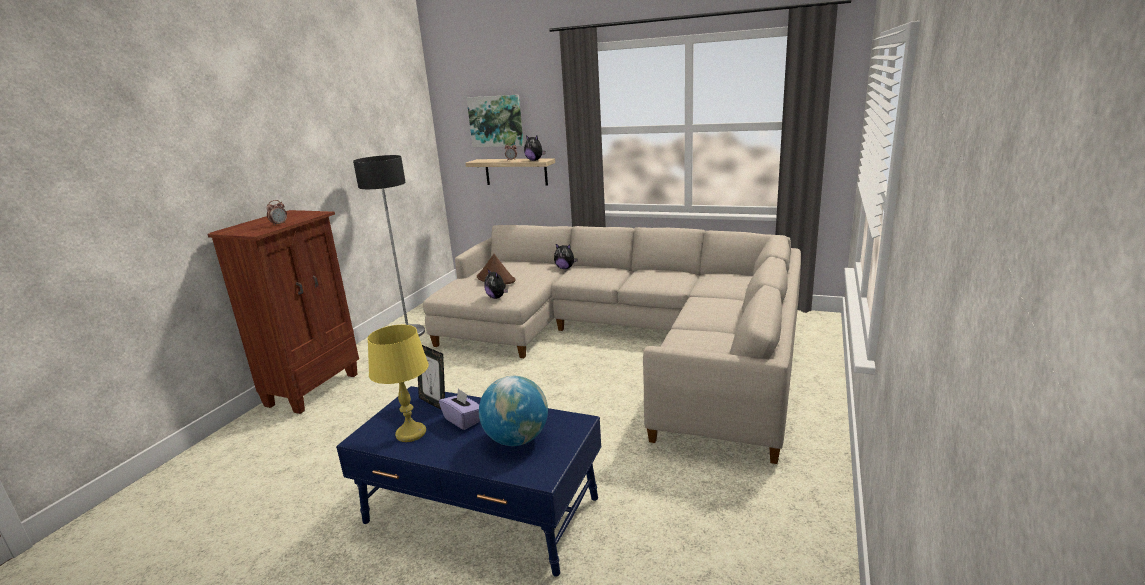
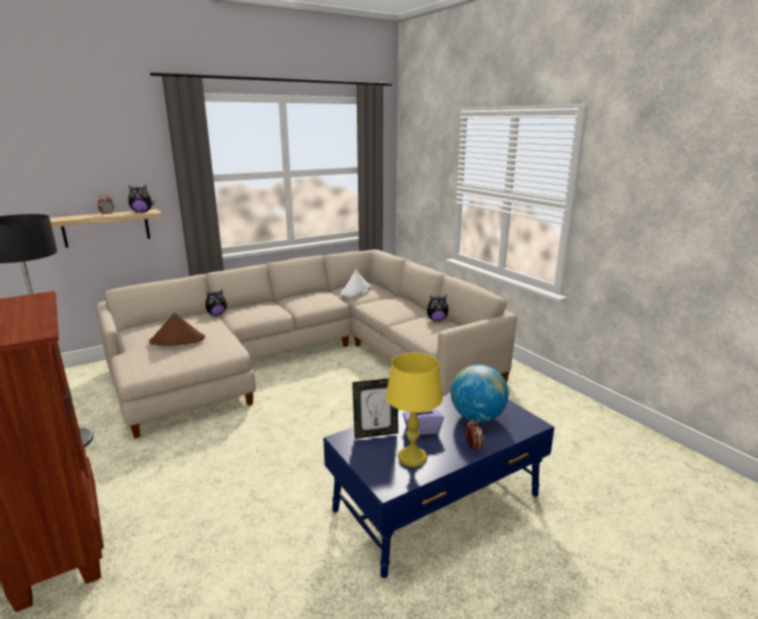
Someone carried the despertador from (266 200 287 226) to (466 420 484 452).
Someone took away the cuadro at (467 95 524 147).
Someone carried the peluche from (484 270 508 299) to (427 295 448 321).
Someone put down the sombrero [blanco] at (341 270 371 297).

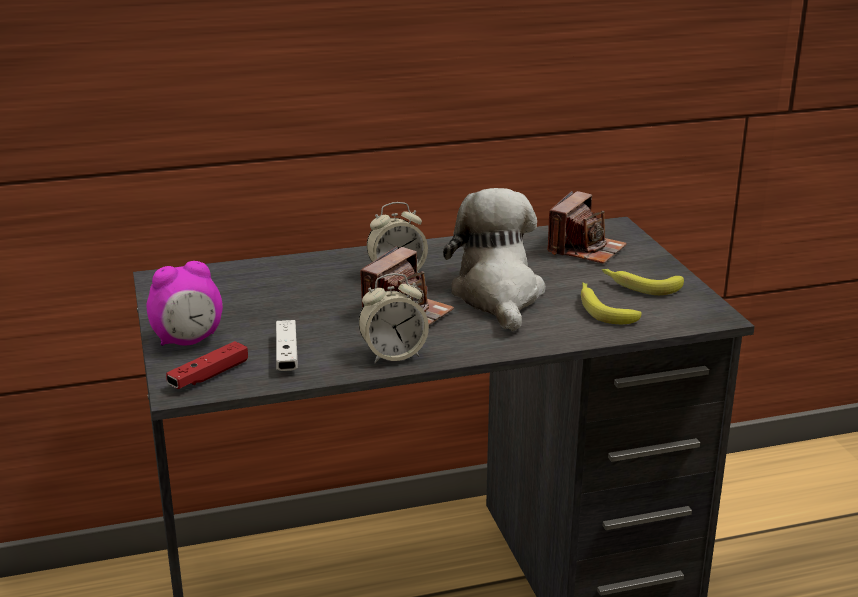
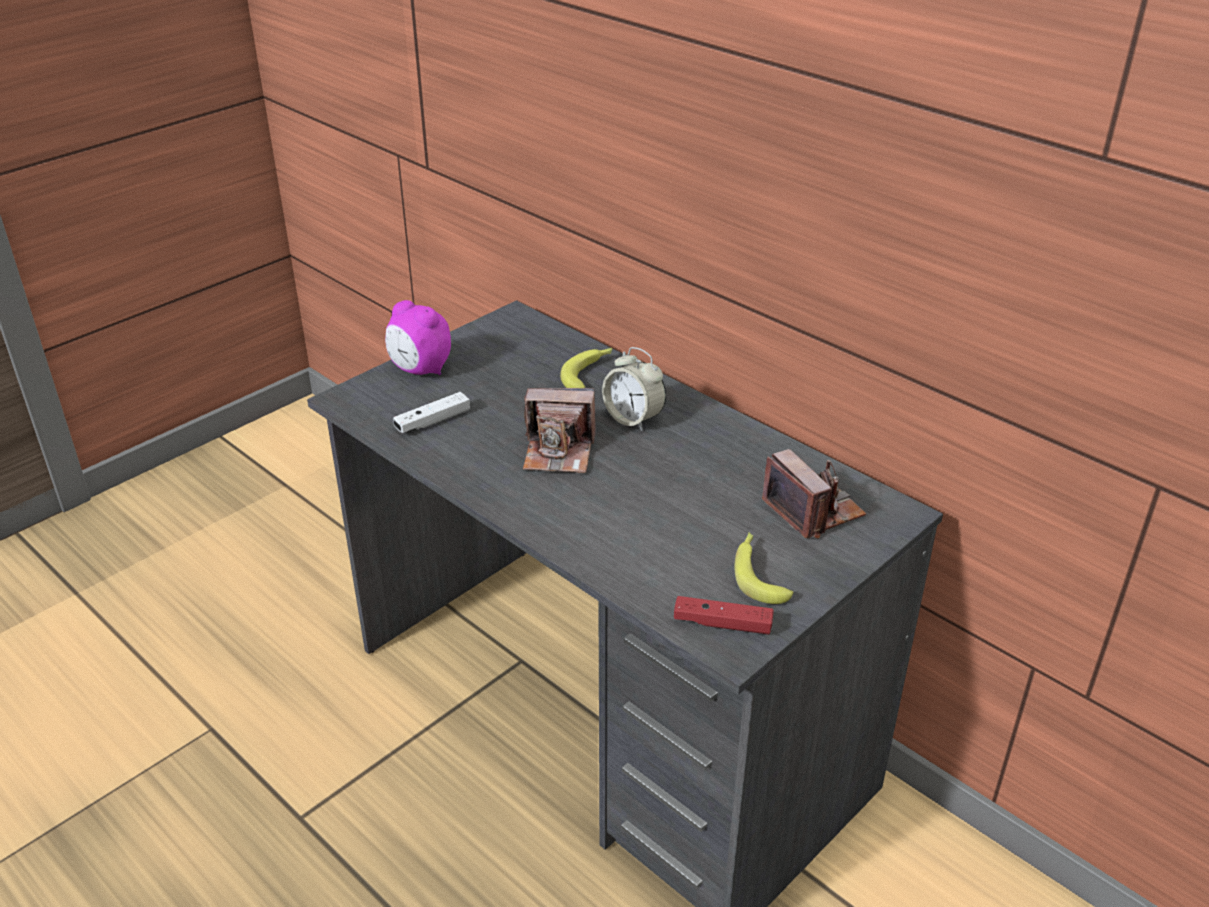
Someone carried the mando de consola [rojo] from (166 341 248 389) to (674 596 774 634).
Someone took away the despertador at (359 273 429 363).
Someone took away the peluche at (443 188 546 332).
Someone rotated the cámara at (547 191 627 264) by 120 degrees counterclockwise.
Someone carried the plátano from (581 282 642 324) to (560 348 612 388).

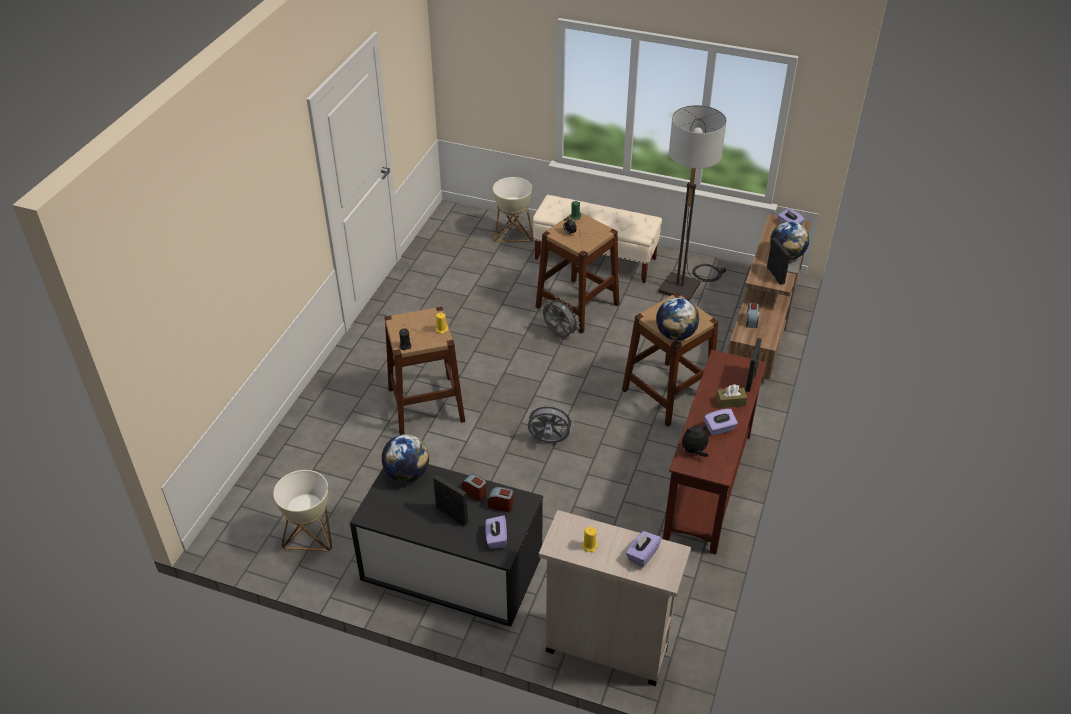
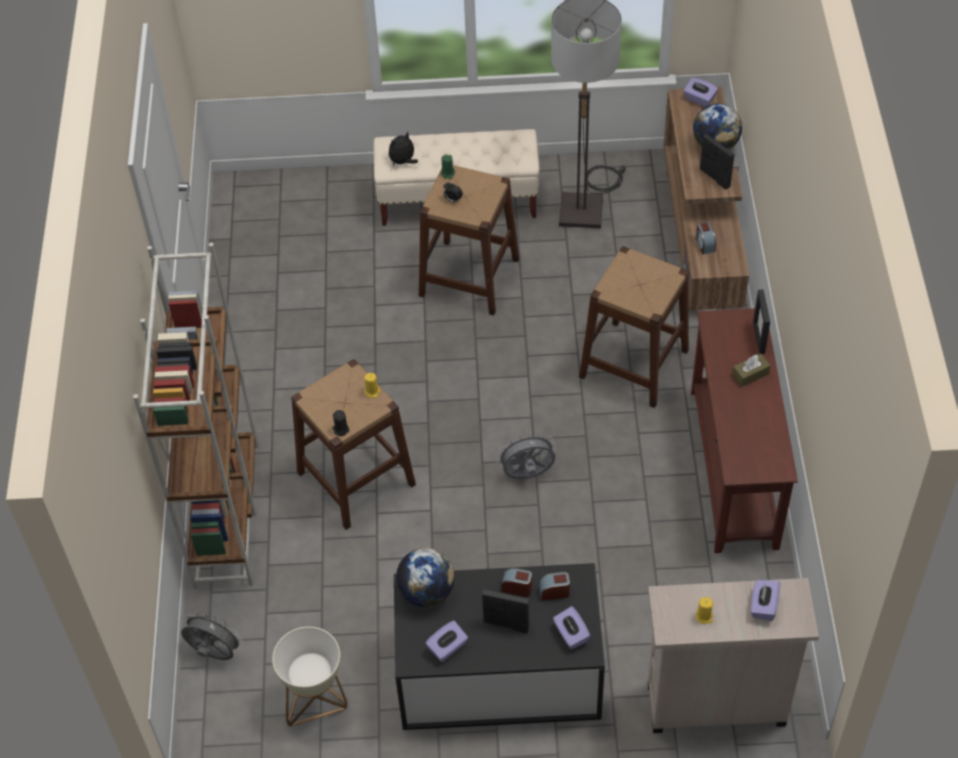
Someone took away the maceta at (493 177 533 242).
Someone carried the ventilador [gris] from (543 297 580 338) to (181 612 244 660).
Someone took away the globo terráqueo at (656 298 699 340).
Someone carried the peluche from (682 424 709 457) to (389 132 418 165).
Someone carried the caja de pañuelos [morado] from (704 409 738 436) to (425 620 468 662).
Someone put down the estantería [marrón] at (133 243 259 589).

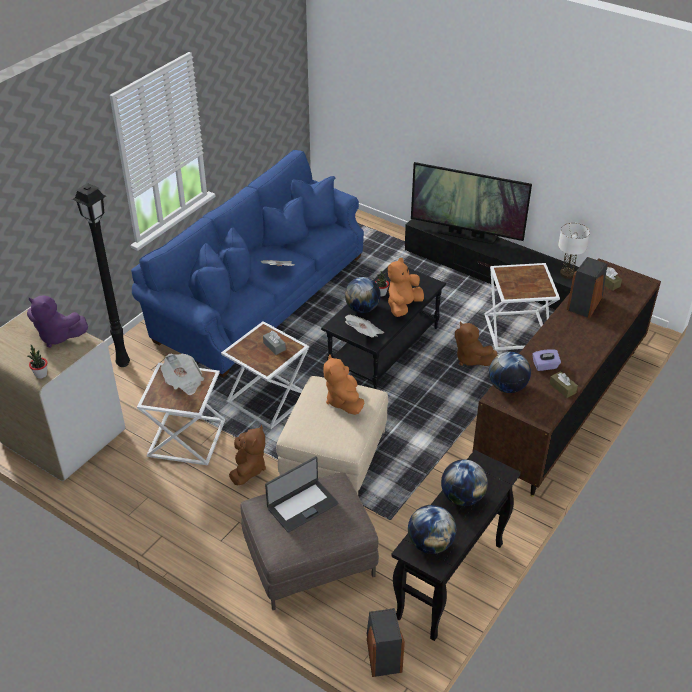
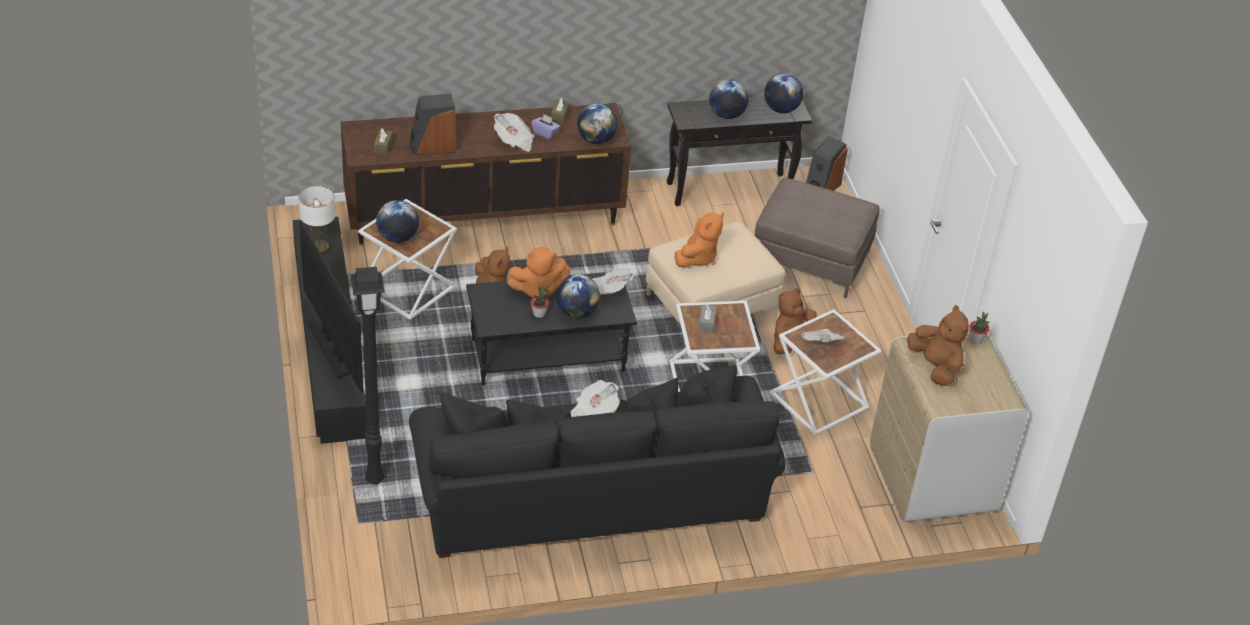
Someone repainted the peluche [morado] at (27 295 88 348), which became the peluche [marrón] at (907 305 969 386).
Someone carried the lámpara de pie [negro] from (72 183 130 367) to (351 267 385 484).
Someone repainted the sofá [azul] at (131 150 364 377), which became the sofá [negro] at (409 365 786 558).
Someone took away the portátil at (265 456 338 533).
Someone put down the globo terráqueo at (376 200 419 243).
Someone put down the periódico at (494 113 534 152).

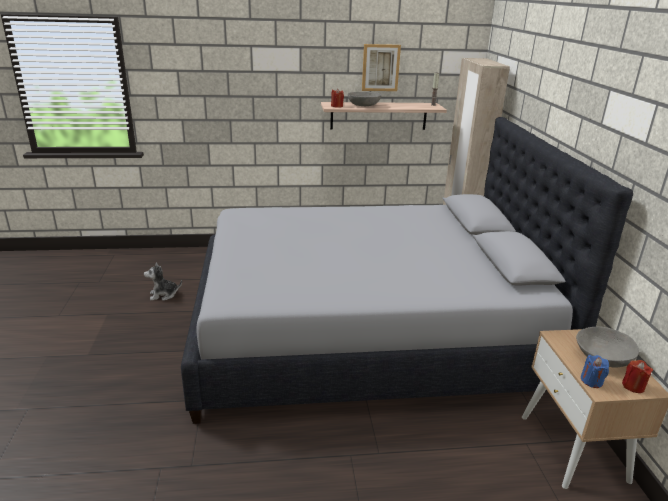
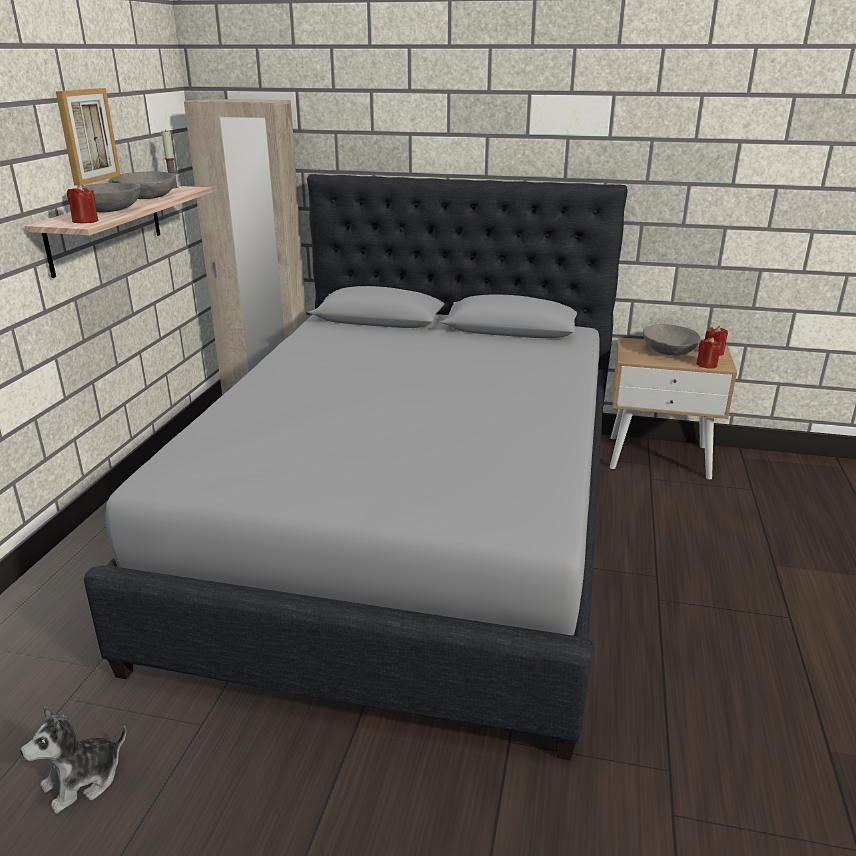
Someone rotated the peluche at (144 262 182 301) by 45 degrees clockwise.
Someone repainted the vela [azul] at (581 355 609 388), which became the vela [rojo] at (696 337 722 369).
Someone put down the cuenco [gris] at (111 171 176 199).

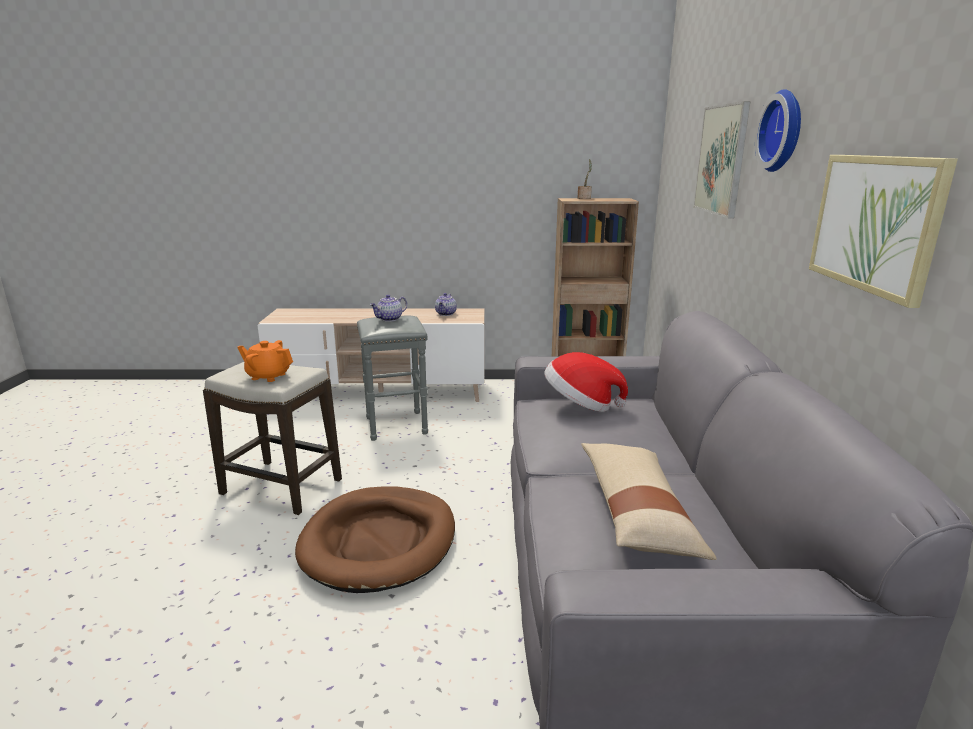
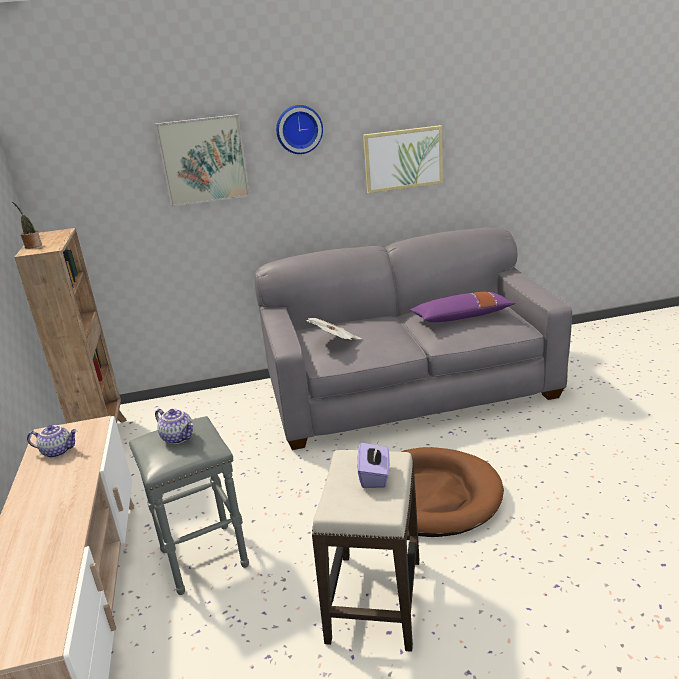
Someone swapped the tetera [naranja] at (237 340 293 382) for the caja de pañuelos [morado] at (357 440 390 488).
Someone swapped the sombrero at (544 352 628 412) for the periódico at (306 318 362 340).
Someone repainted the cojín [beis] at (581 443 717 560), which became the cojín [morado] at (410 292 515 322).

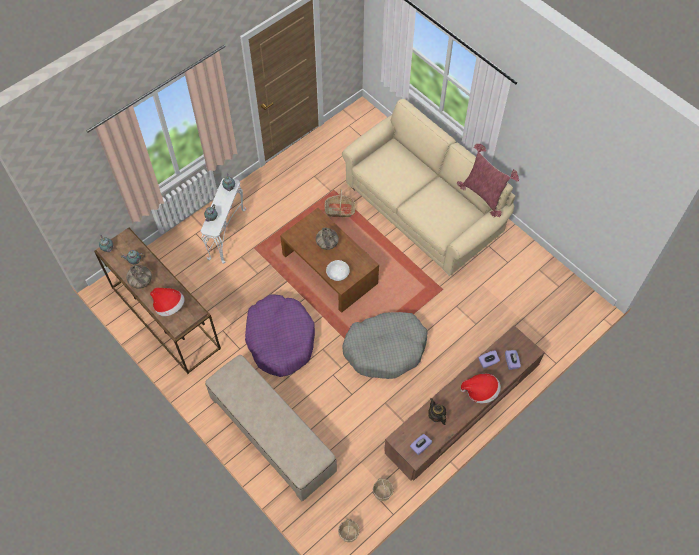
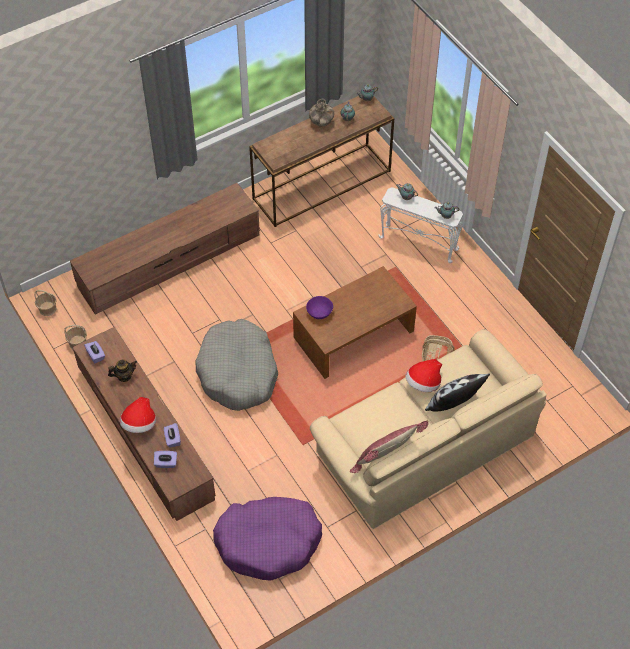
Someone carried the sombrero from (150 288 185 316) to (405 359 442 392).
Someone swapped the banco [beis] at (205 355 337 501) for the mueble de televisión [marrón] at (70 183 260 314).
Someone carried the cama para perro [morado] from (245 294 315 377) to (213 497 322 581).
Someone took away the florero at (316 228 339 250).
Someone repainted the cuenco [blanco] at (326 260 350 281), which became the cuenco [morado] at (306 296 333 319).
Someone put down the cojín at (425 374 490 412).

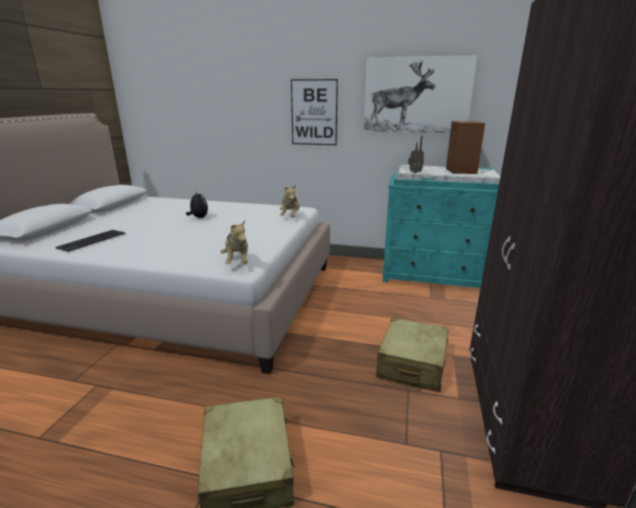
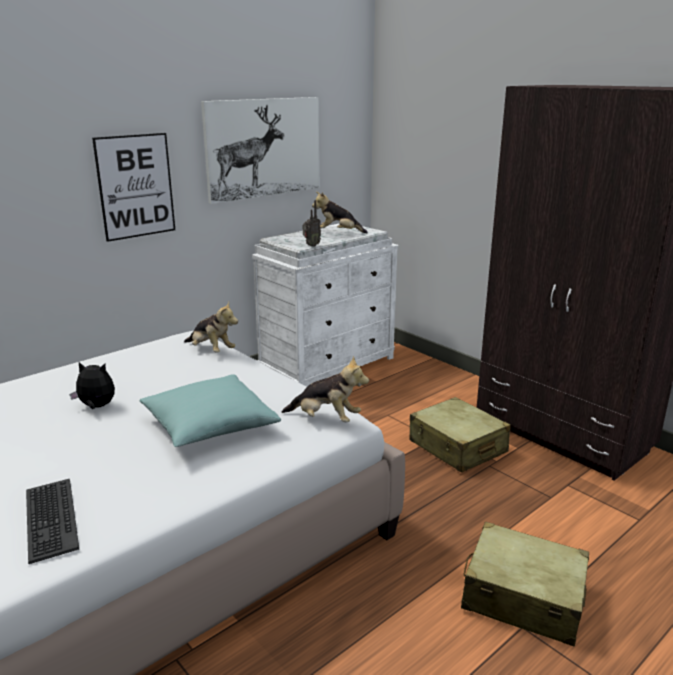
Someone repainted the cómoda [turquesa] at (382 164 501 288), which became the cómoda [blanco] at (252 224 398 387).
Someone swapped the altavoz [marrón] at (446 121 485 174) for the peluche at (312 192 368 234).
Someone put down the cojín [turquesa] at (140 374 281 447).

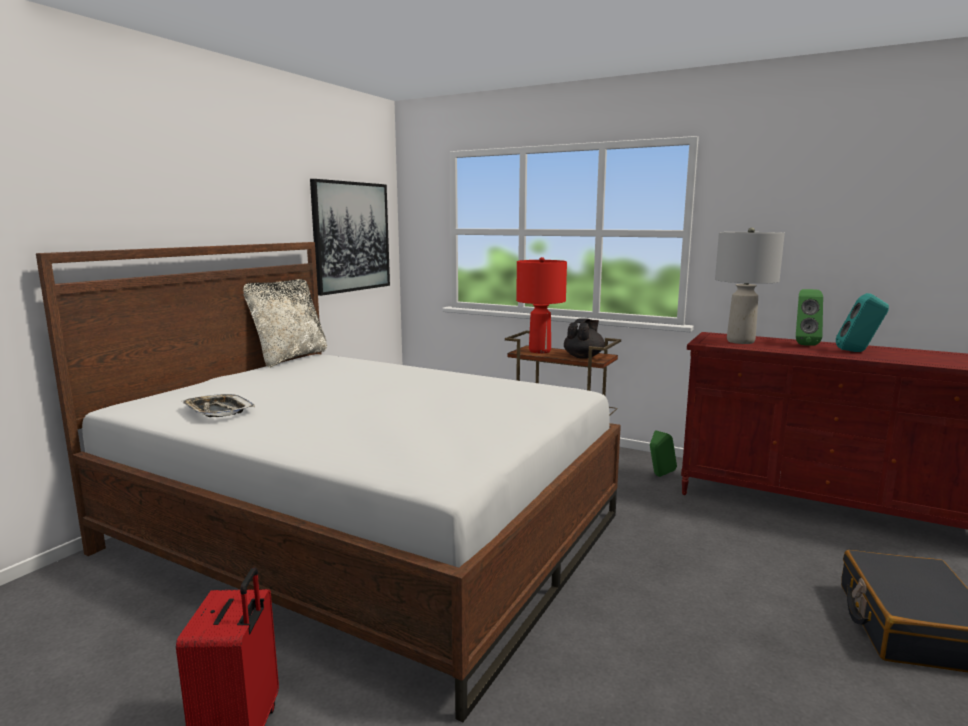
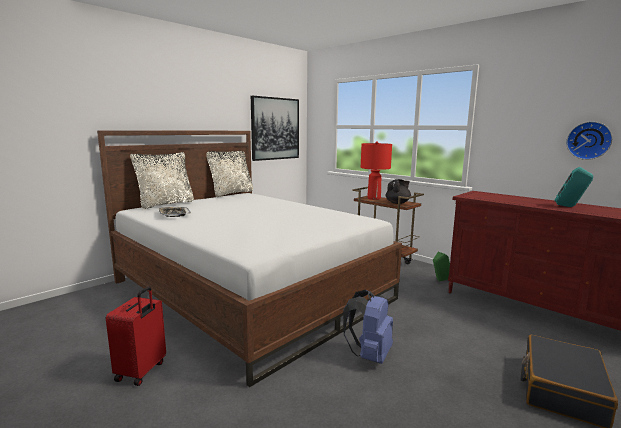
Someone took away the lámpara de mesa [gris] at (715 227 785 344).
Someone took away the altavoz [verde] at (796 289 823 346).
Someone put down the cojín [beis] at (130 152 194 209).
Someone put down the mochila [azul] at (343 290 393 364).
Someone put up the reloj de pared at (566 121 613 160).

